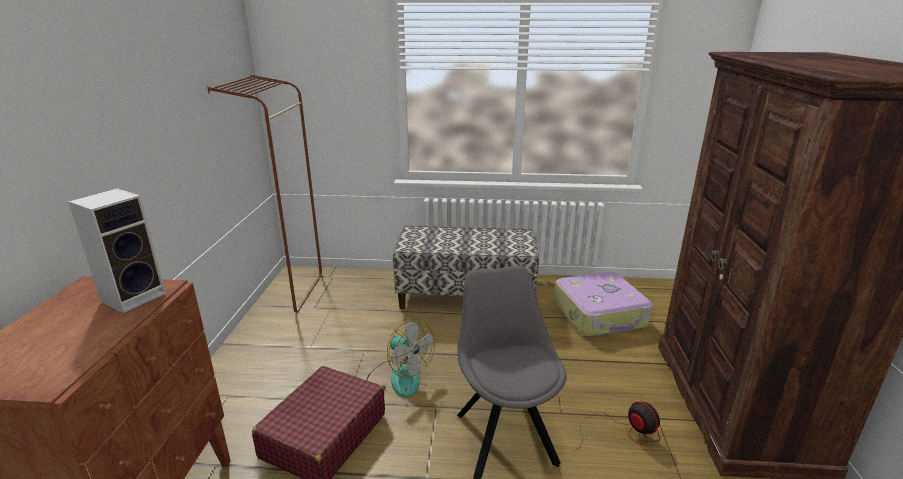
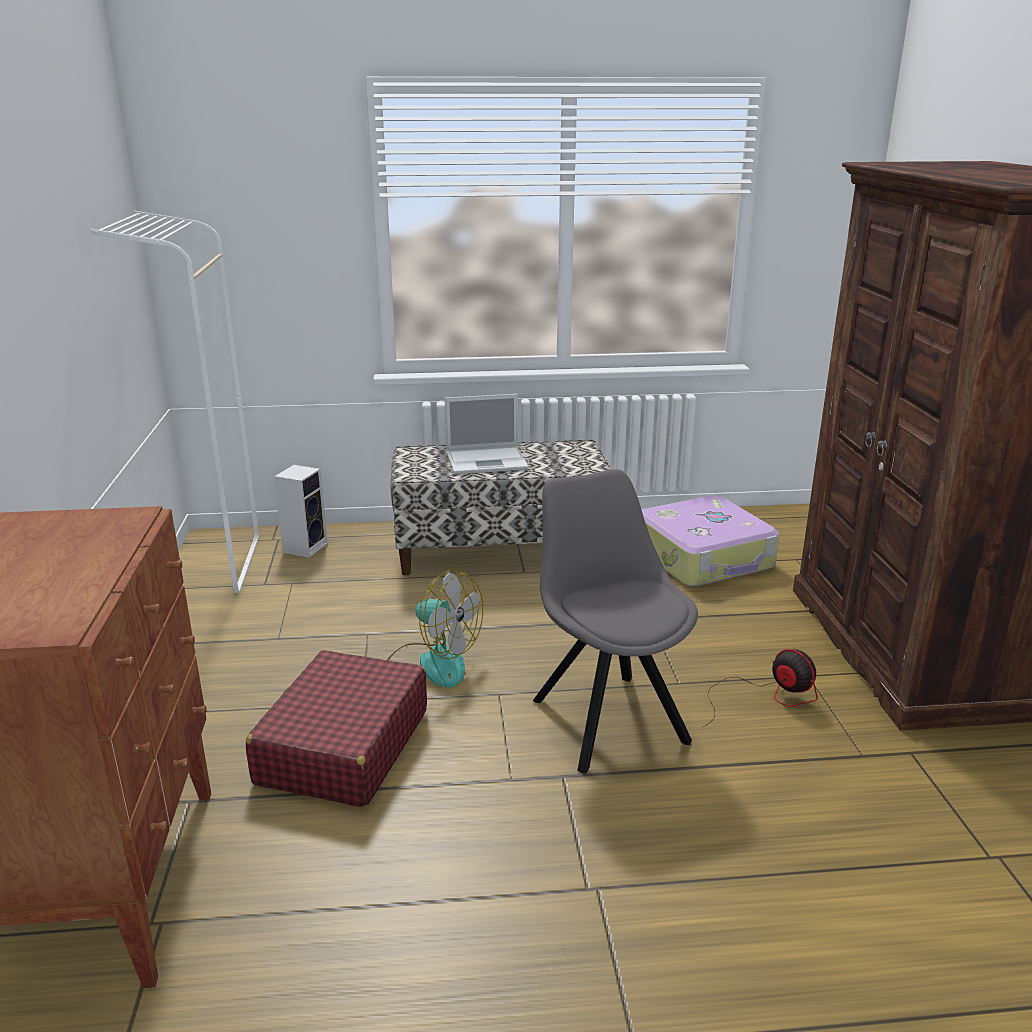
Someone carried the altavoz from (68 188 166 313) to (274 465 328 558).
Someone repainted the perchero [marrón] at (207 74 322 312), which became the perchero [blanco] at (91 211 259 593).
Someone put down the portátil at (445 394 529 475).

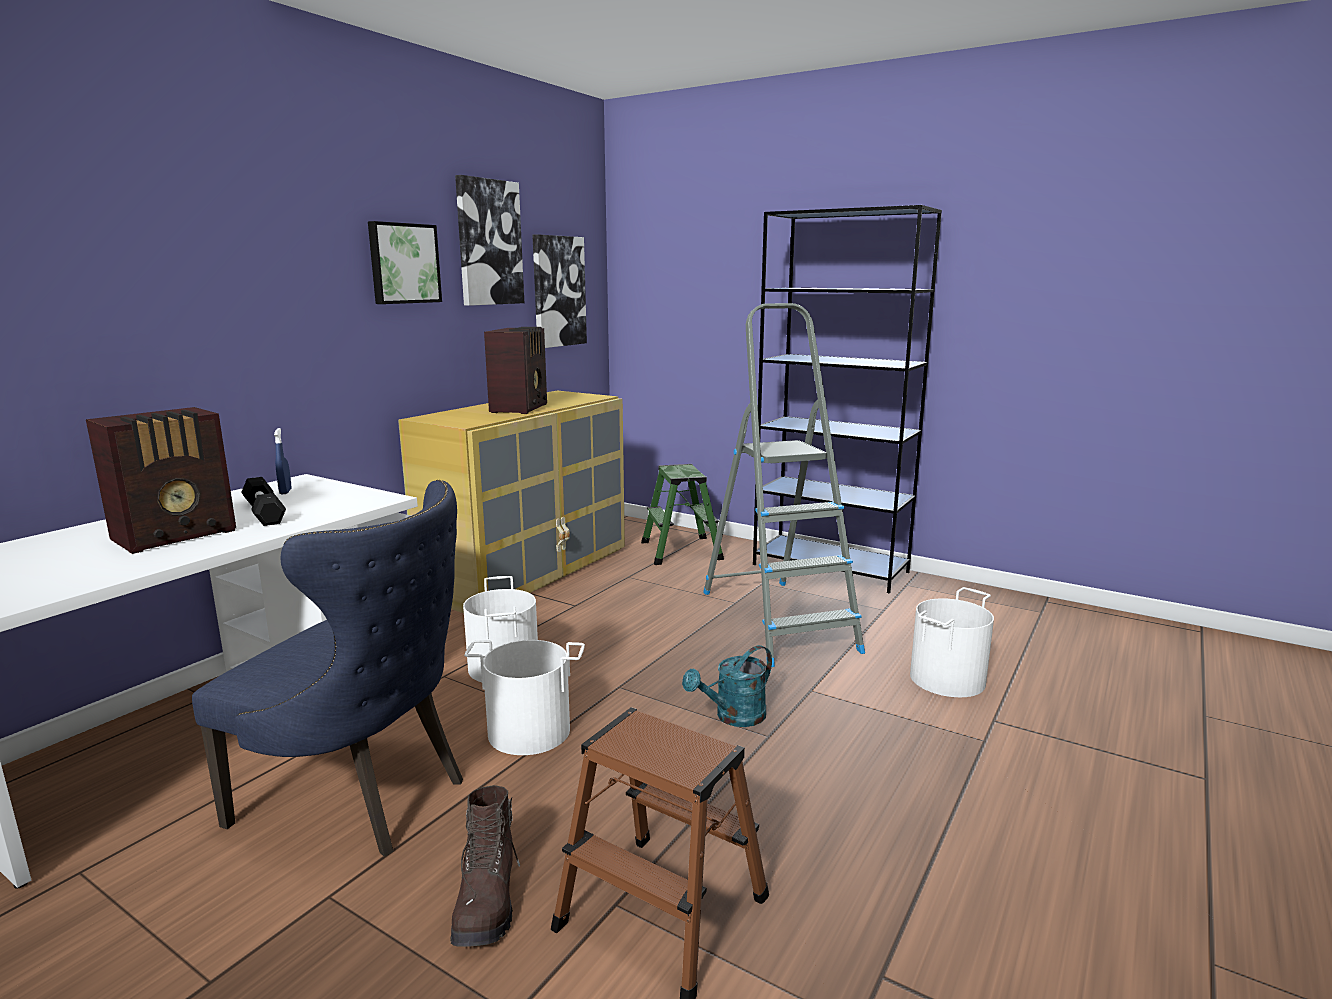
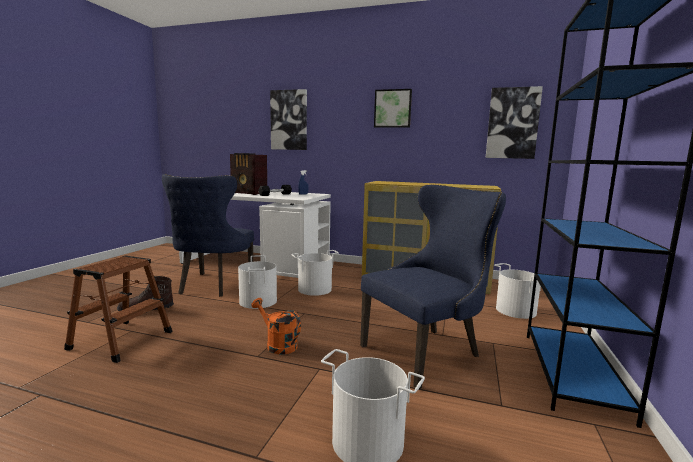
Someone carried the cuadro from (455 175 524 306) to (270 89 307 150).
Someone took away the radio at (484 327 547 414).
Someone swapped the escalera de tijera [verde] at (641 464 724 565) for the cubo [blanco] at (495 263 541 319).
Someone repainted the regadera [turquesa] at (682 645 772 727), which became the regadera [naranja] at (251 298 301 354).
Someone swapped the escalera de tijera [gris] at (703 303 865 667) for the silla [azul] at (360 184 506 389).

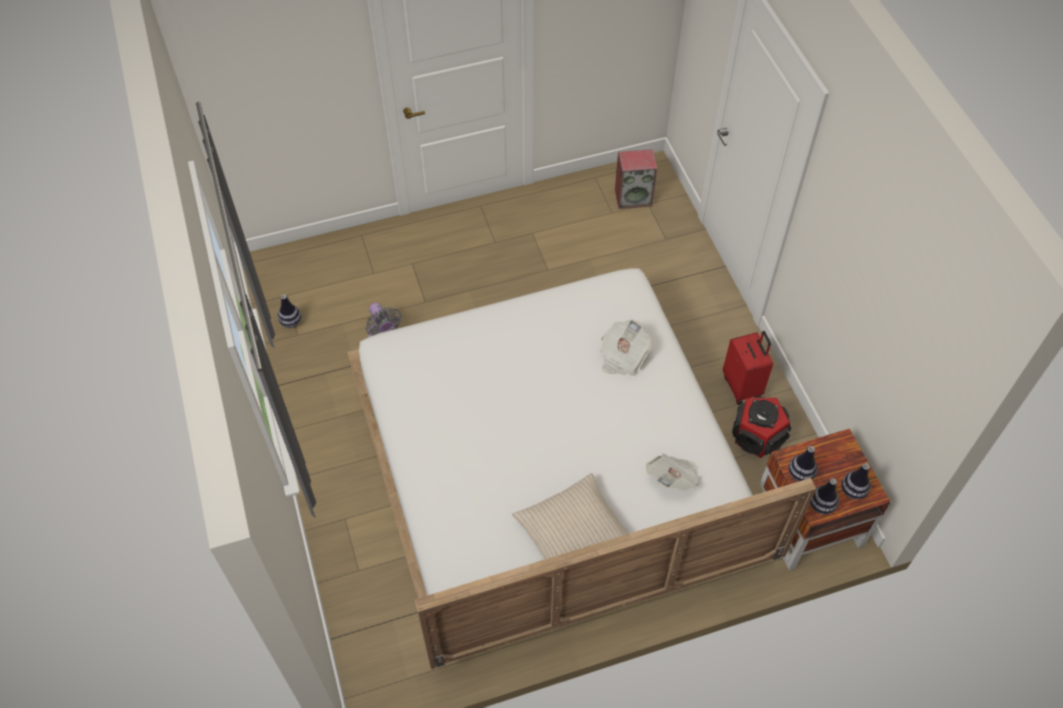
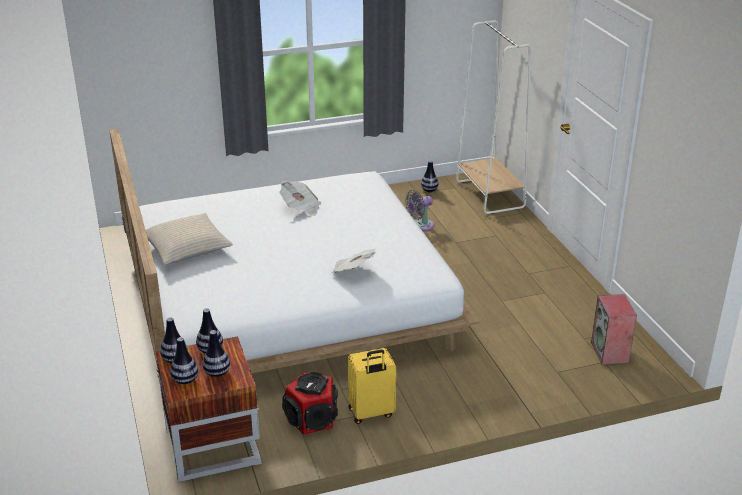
Someone carried the periódico from (646 454 699 491) to (280 181 321 216).
Someone repainted the maleta [rojo] at (723 331 773 405), which became the maleta [amarillo] at (348 348 396 424).
Someone put down the florero at (202 330 230 377).
Someone put down the perchero at (456 20 531 214).

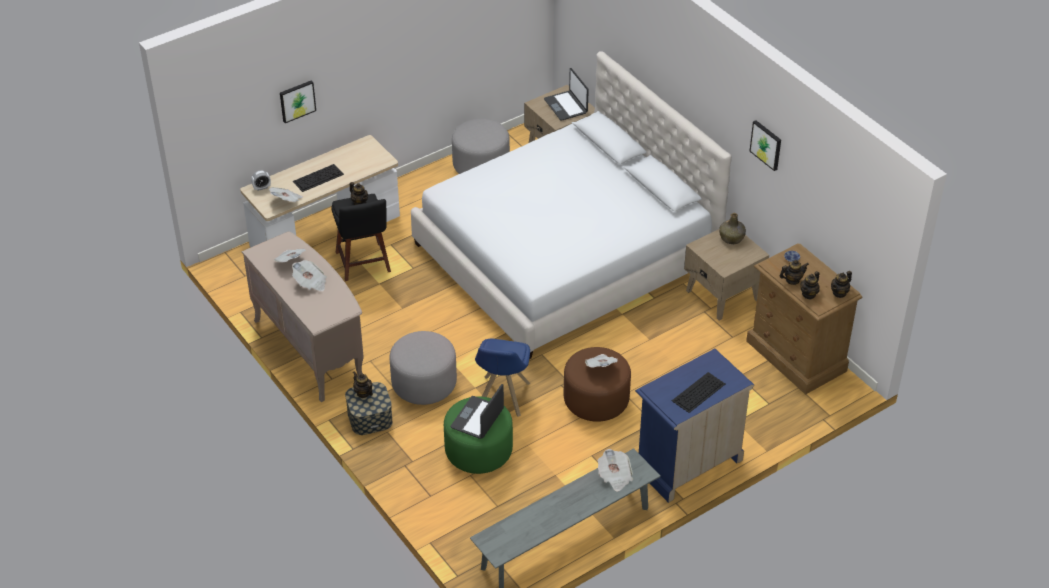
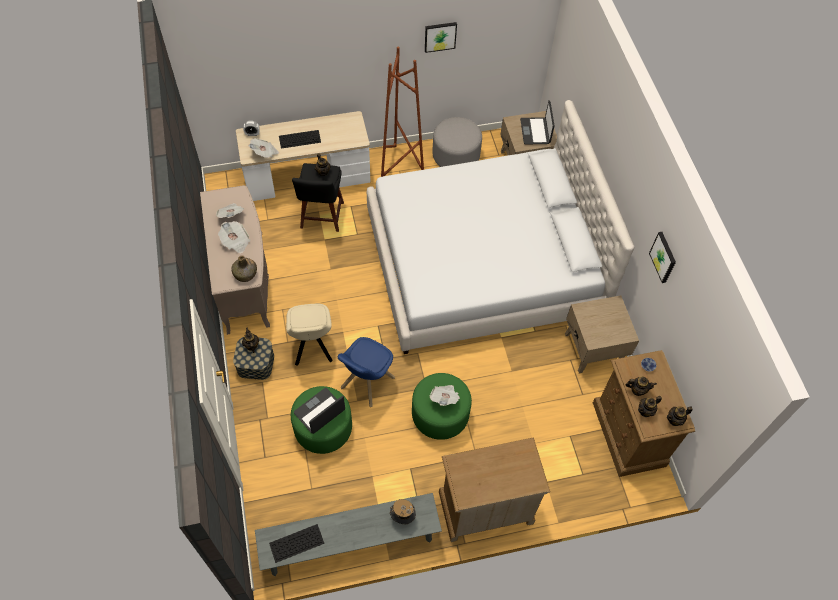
Someone carried the cuadro from (280 80 316 123) to (425 22 457 53).
Someone swapped the puf [gris] at (390 331 457 405) for the silla [beis] at (286 304 333 366).
Someone repainted the puf [marrón] at (564 347 631 422), which became the puf [verde] at (412 373 472 440).
Someone swapped the periódico at (598 449 633 491) for the sombrero at (390 499 416 524).
Someone repainted the cómoda [azul] at (635 348 754 503), which became the cómoda [marrón] at (439 437 550 542).
Someone carried the teclado from (672 372 725 413) to (269 524 324 563).
Someone carried the botella [verde] from (719 213 746 244) to (231 255 257 282).
Someone put down the perchero [marrón] at (381 46 424 177).

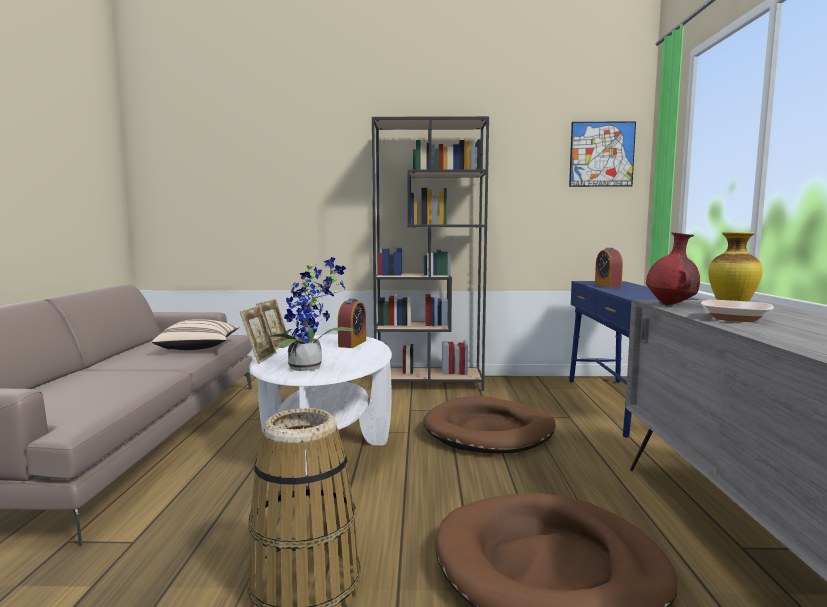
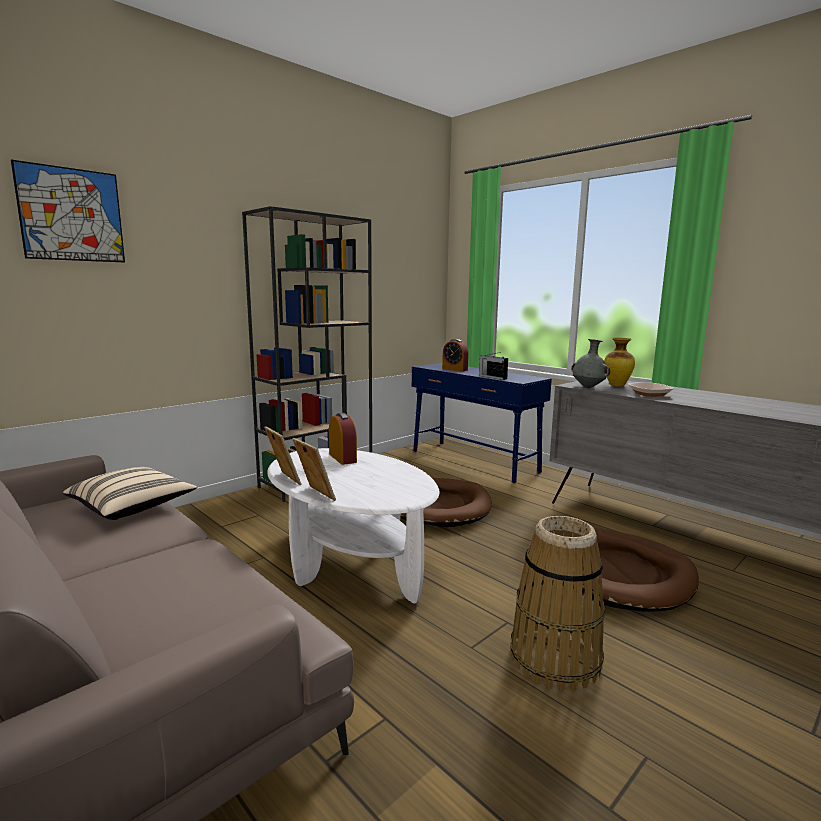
Someone took away the planta en maceta at (269 257 353 371).
Someone carried the cuadro from (569 122 636 187) to (11 160 125 263).
Someone repainted the florero [rojo] at (646 232 700 305), which became the florero [gris] at (571 339 610 388).
Someone put down the radio at (479 352 508 380).

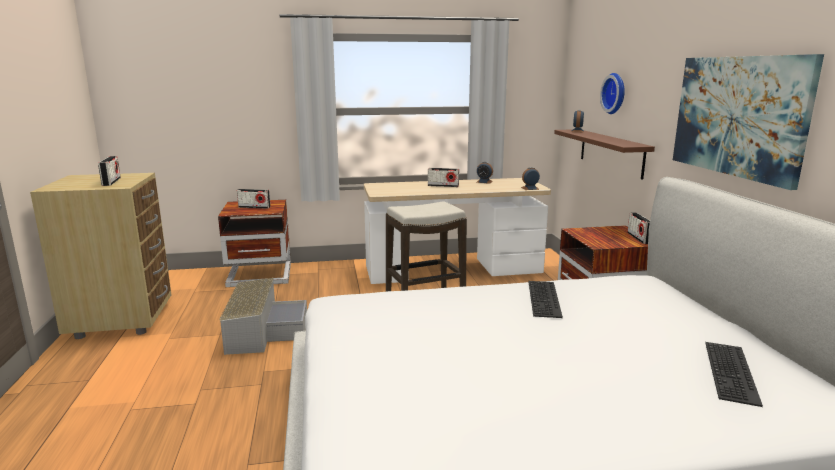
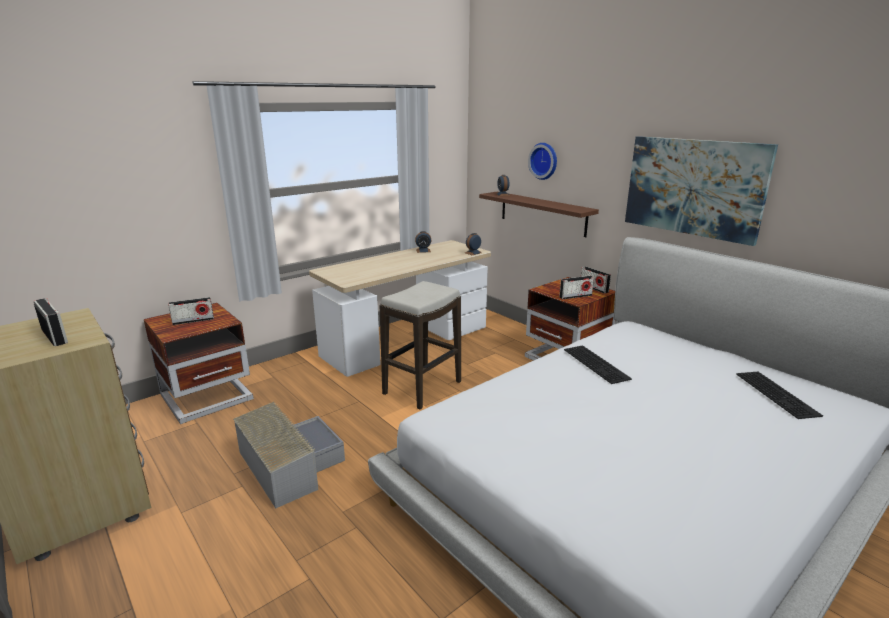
Someone carried the radio from (428 168 459 187) to (559 276 594 299).

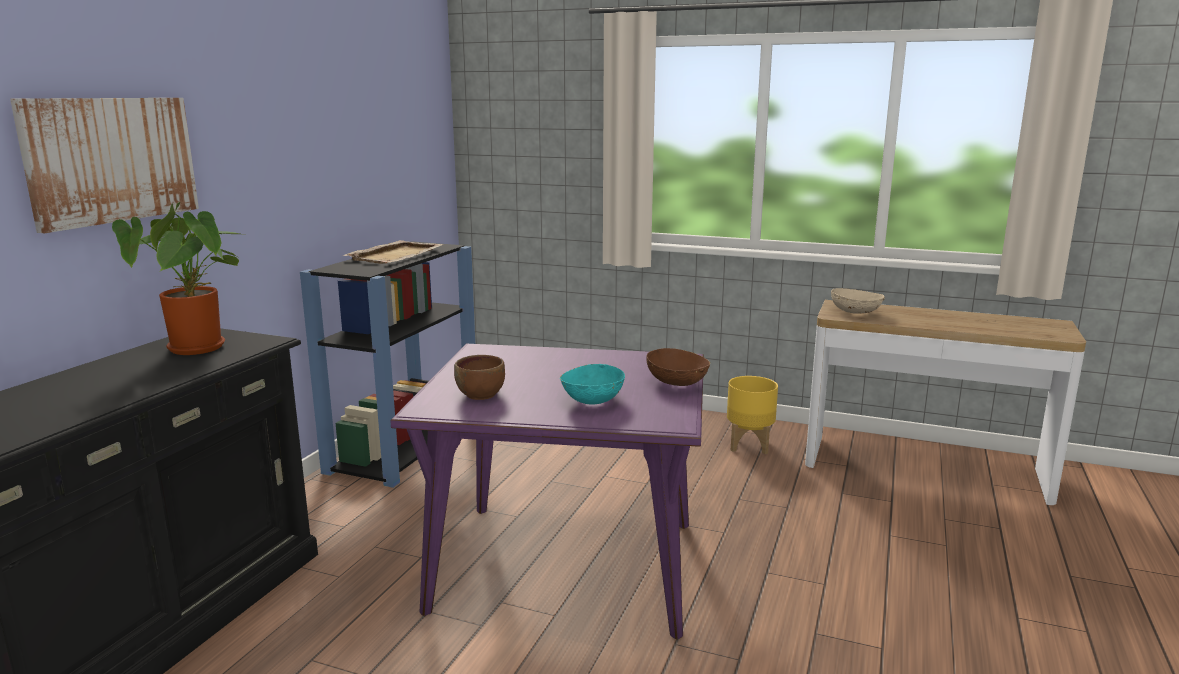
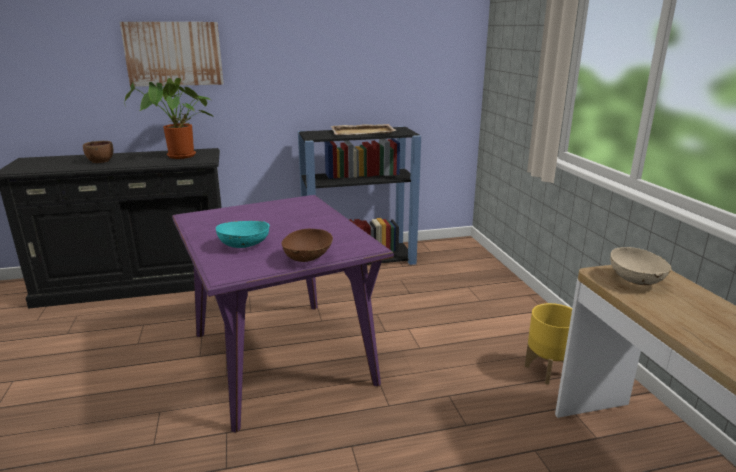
Someone carried the cuenco [marrón] from (454 355 505 400) to (83 141 113 163).

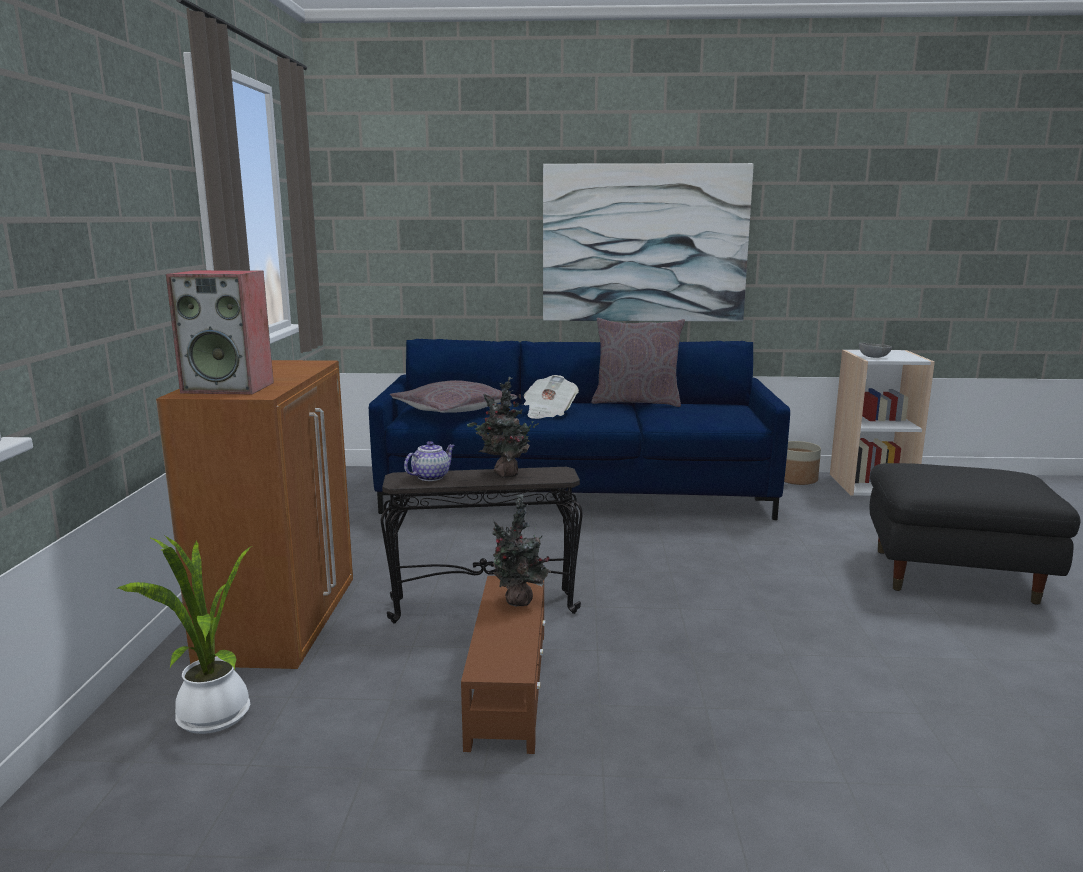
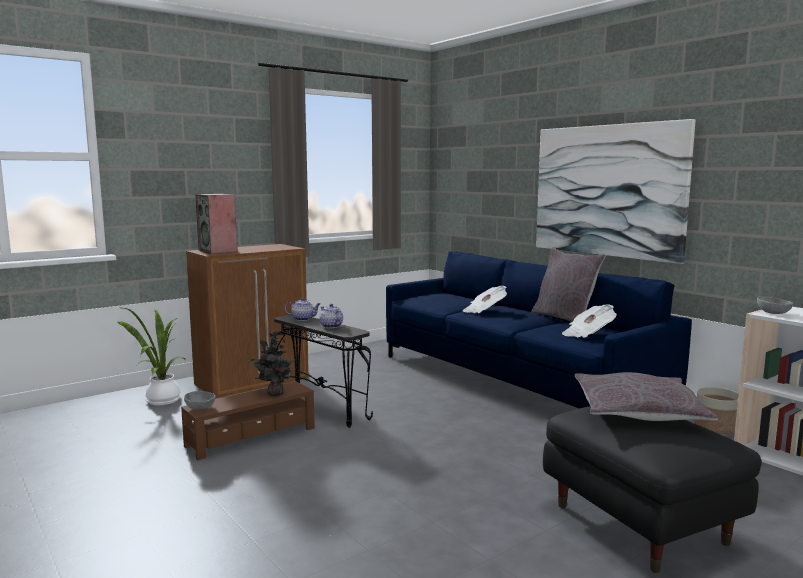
Someone carried the cojín [gris] from (390 380 517 413) to (575 372 718 421).
Someone swapped the planta en maceta at (467 377 540 478) for the tetera at (320 304 343 328).
Someone put down the cuenco [gris] at (184 391 215 410).
Someone put down the periódico at (562 304 617 338).

